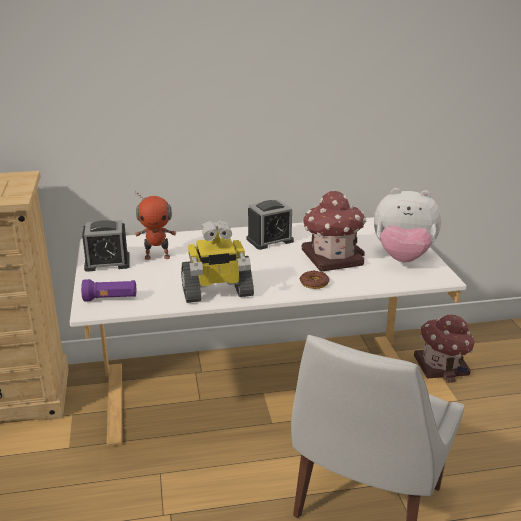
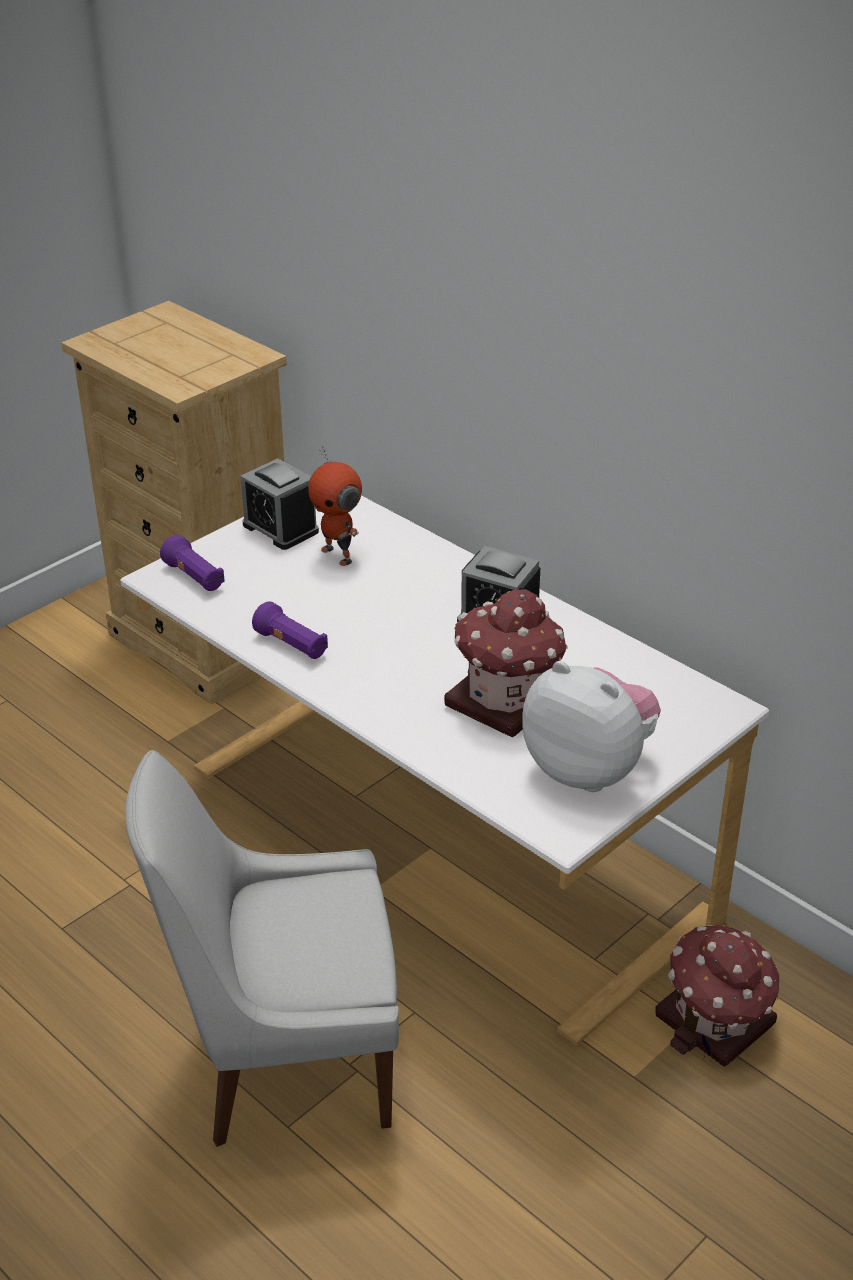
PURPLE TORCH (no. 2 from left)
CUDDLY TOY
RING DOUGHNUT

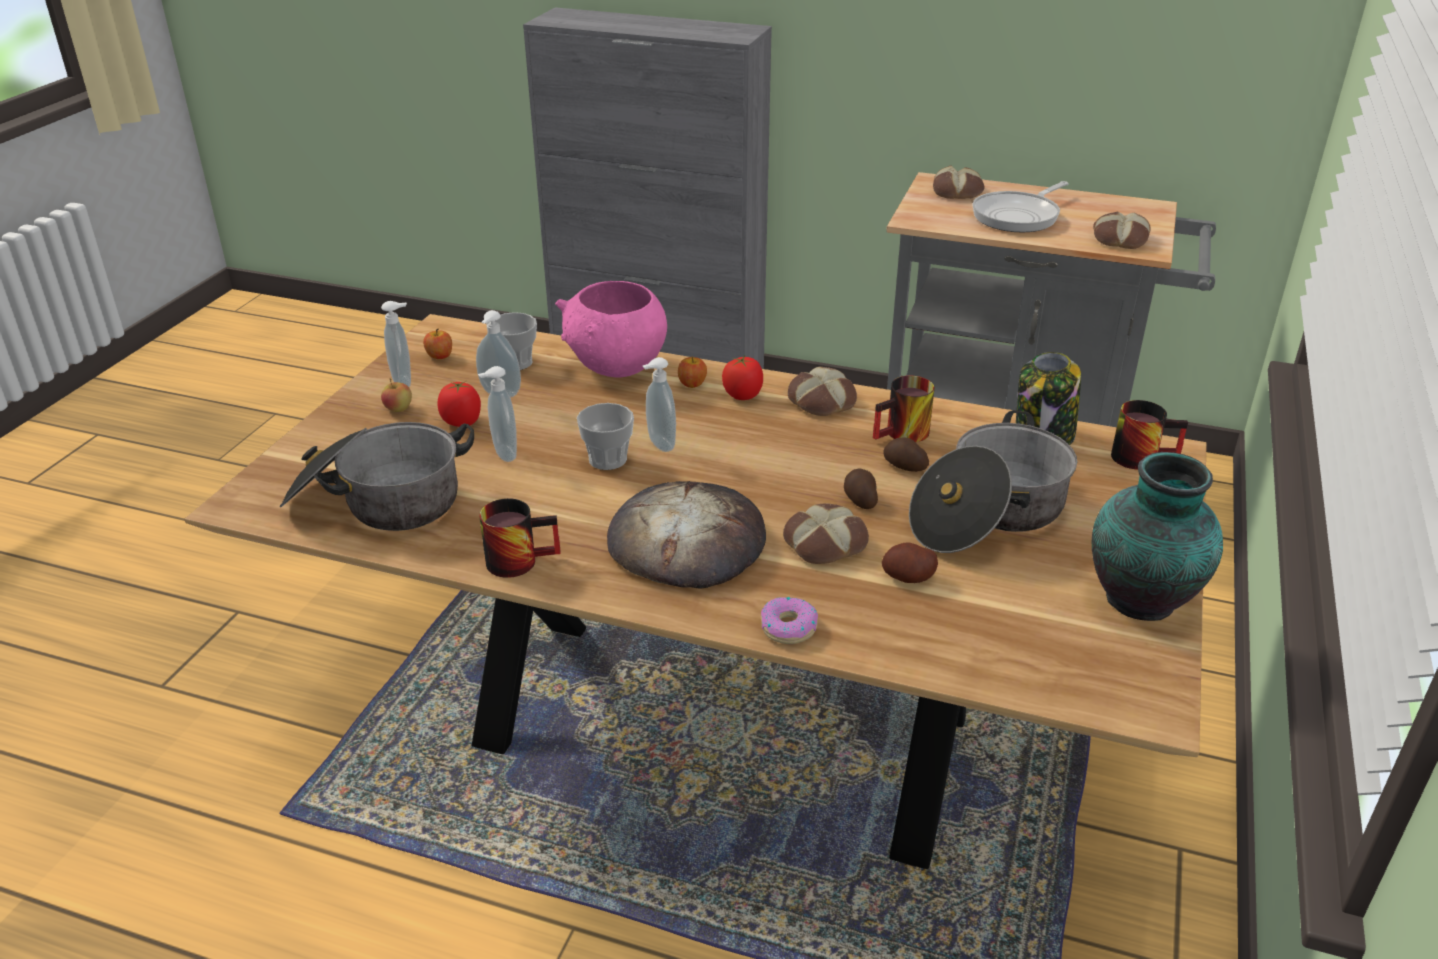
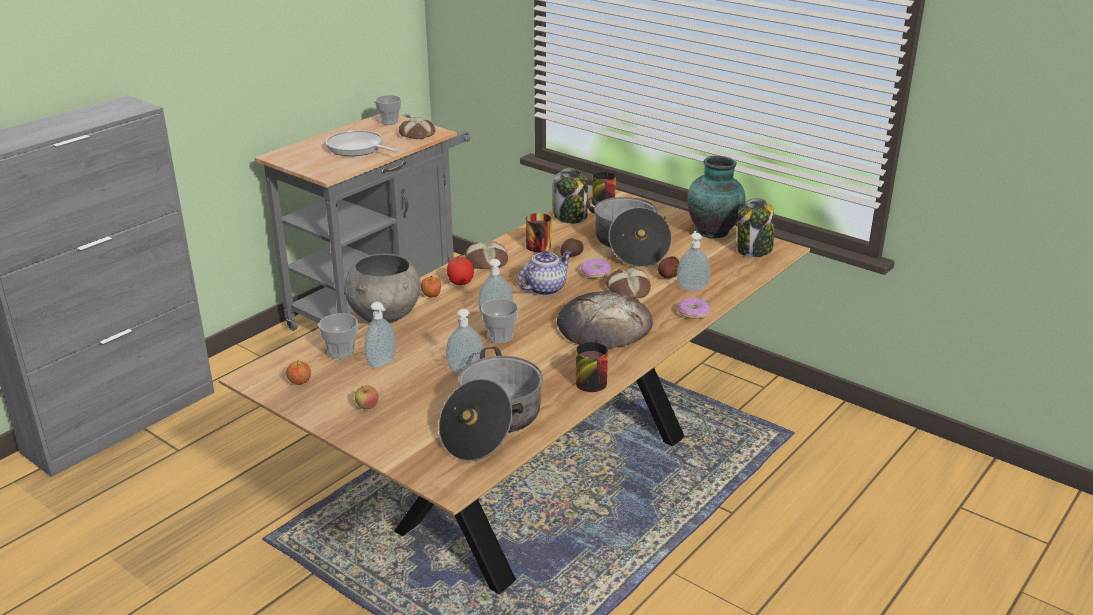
PAN
GRAY SERVING BOWL
SMALL CUP (no. 2 from left)
TEAPOT
RING DOUGHNUT (no. 1 from left)
SOAP BOTTLE (no. 4 from left)
PRESERVE JAR (no. 2 from left)
WHOLE TOMATO (no. 1 from left in the first image)
BREAD (no. 4 from left in the first image)

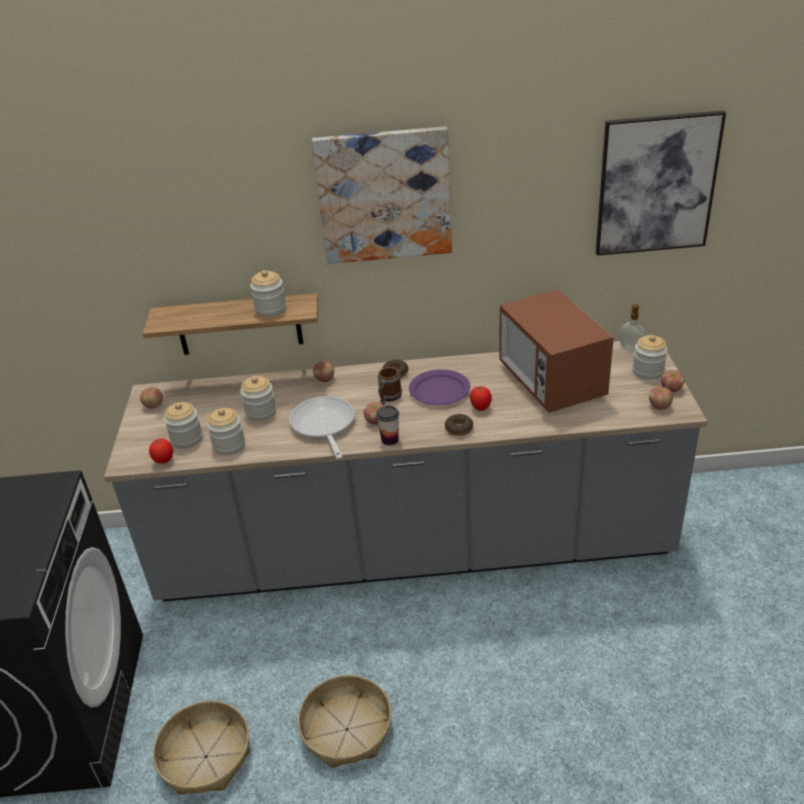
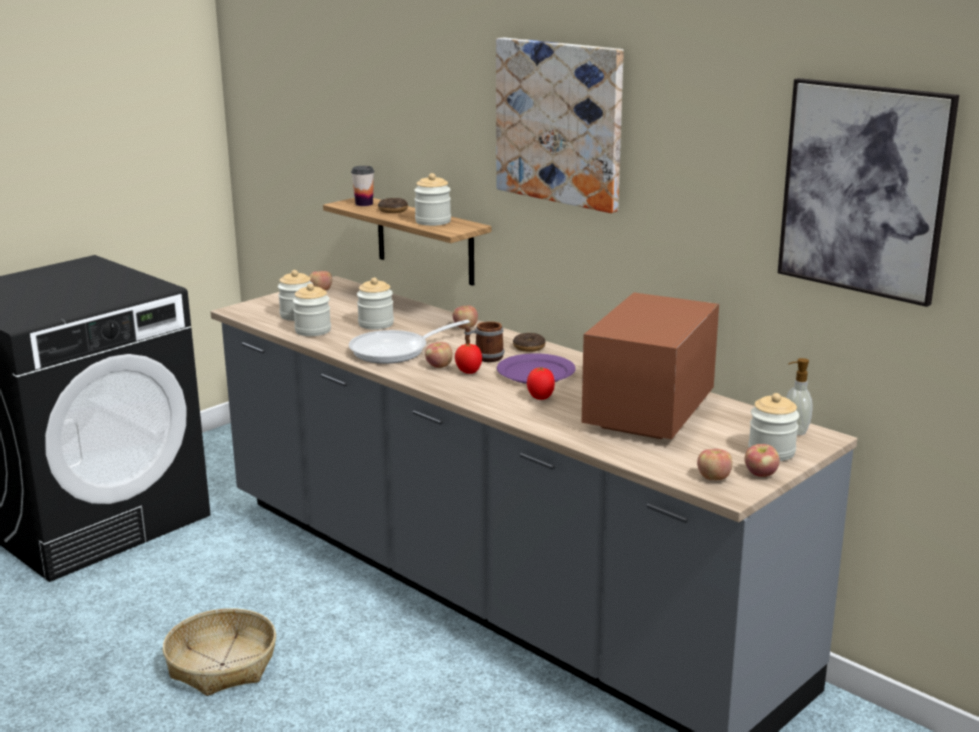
PAN
SMALL CUP
RING DOUGHNUT (no. 1 from left)
WHOLE TOMATO (no. 1 from left)
HOUSEHOLD BASKET (no. 1 from left in the first image)

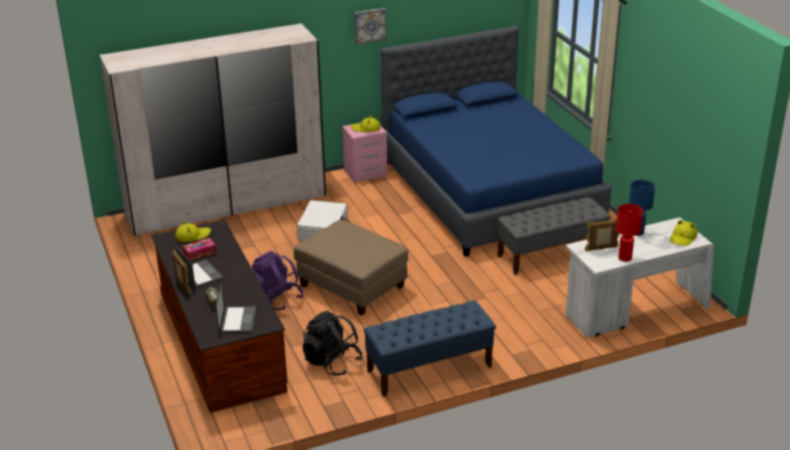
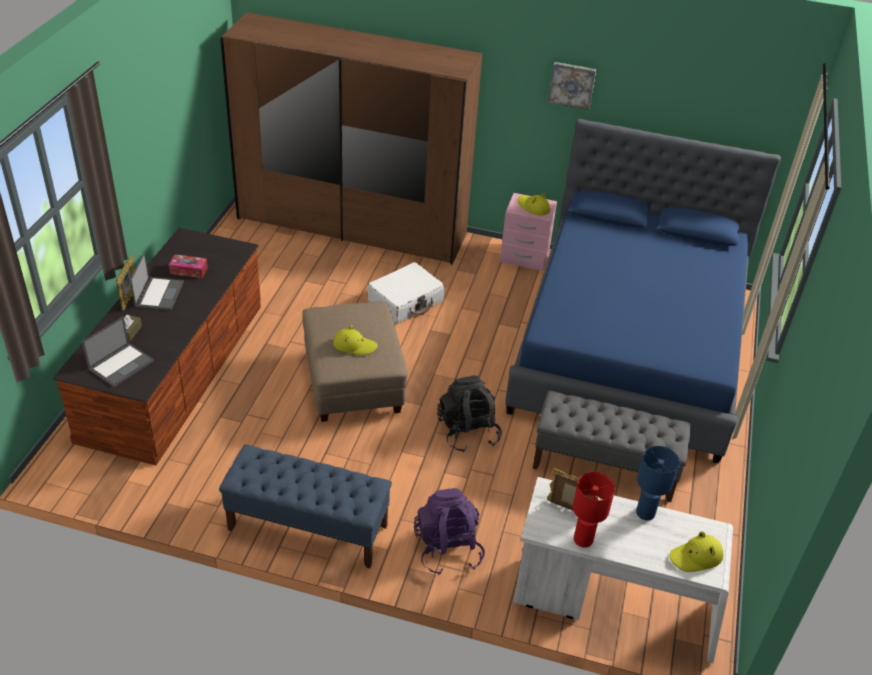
BROWN-COLOURED ARMOIRE
YELLOW HAT (no. 1 from left)
PURPLE KNAPSACK
BLACK-COLOURED KNAPSACK

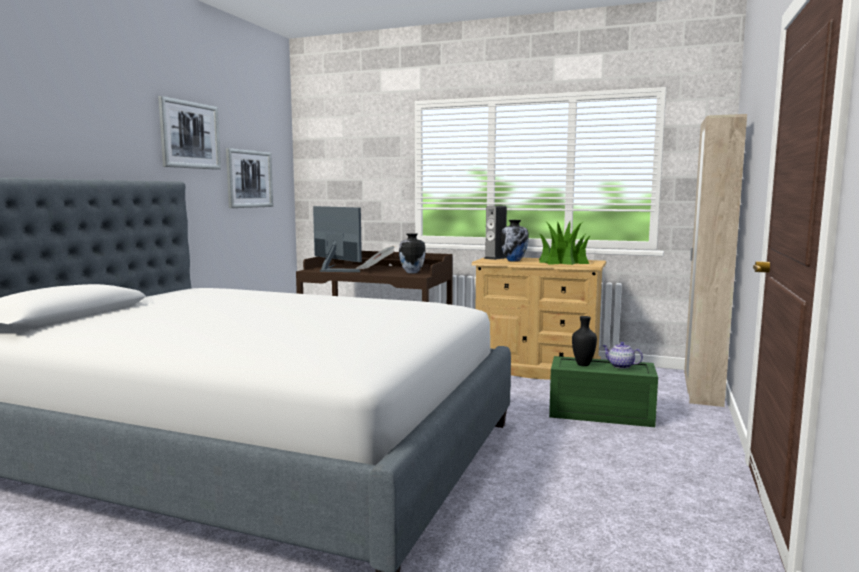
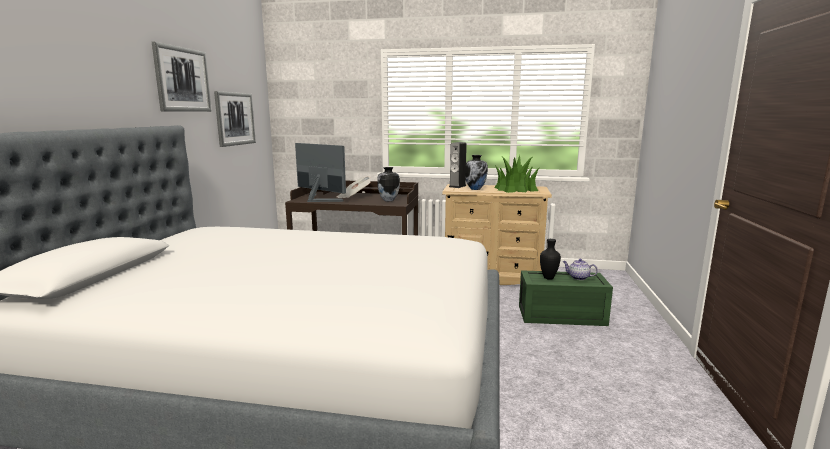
SAND-COLOURED ARMOIRE

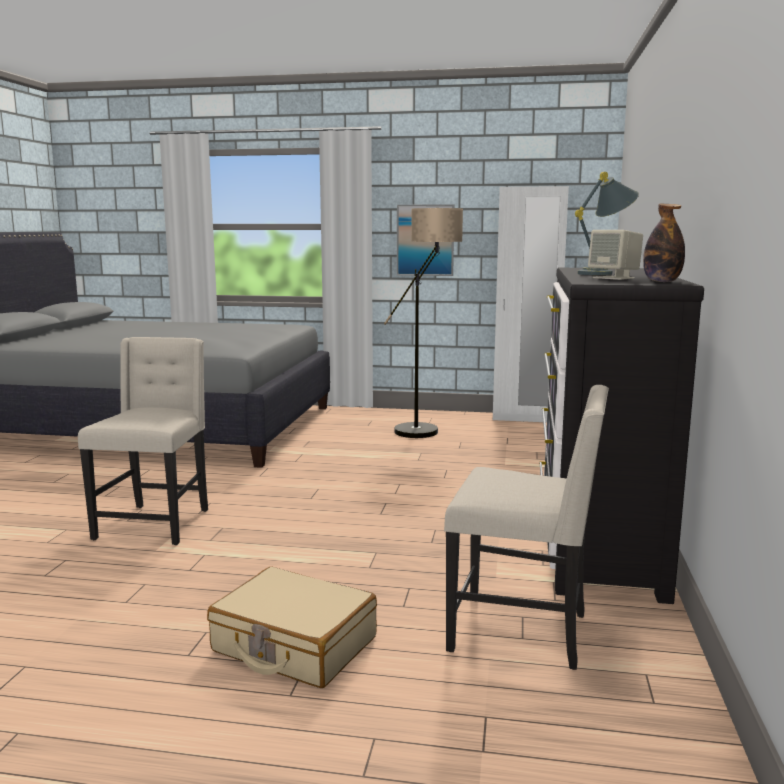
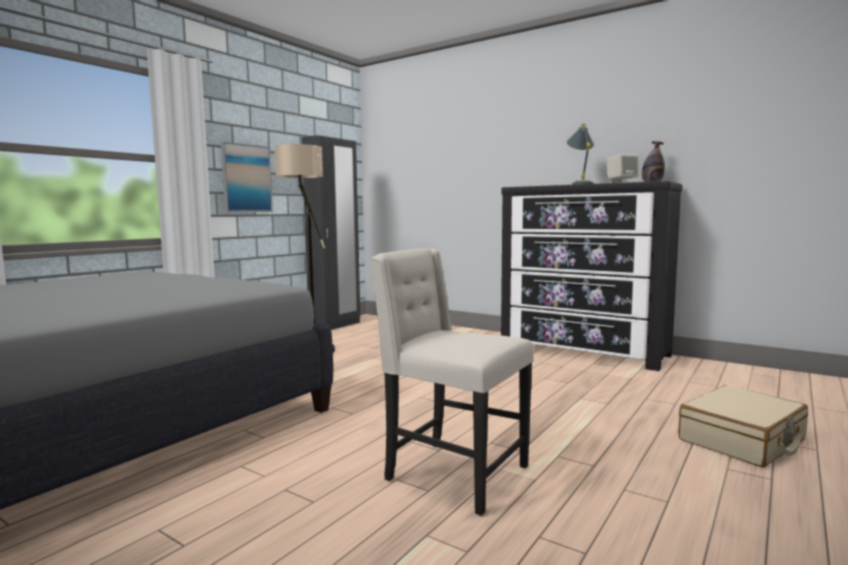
BLACK-COLOURED ARMOIRE
SAND-COLOURED UPRIGHT CHAIR (no. 2 from left in the first image)

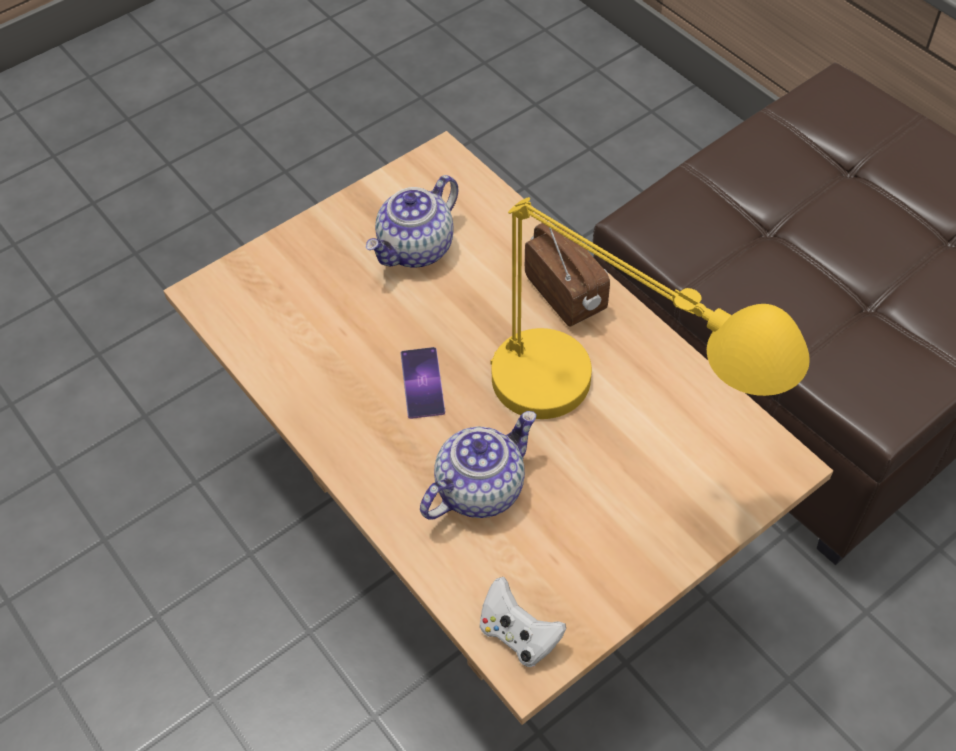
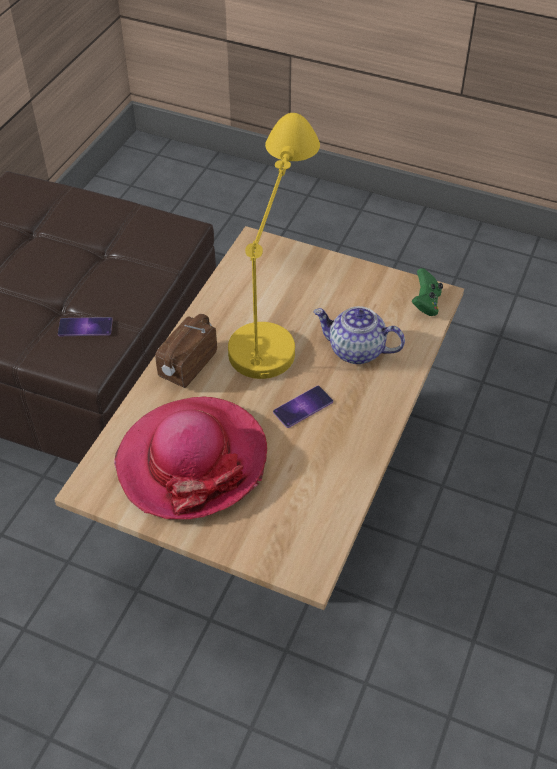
TELEPHONE (no. 1 from left)
HAT
GREEN JOYPAD

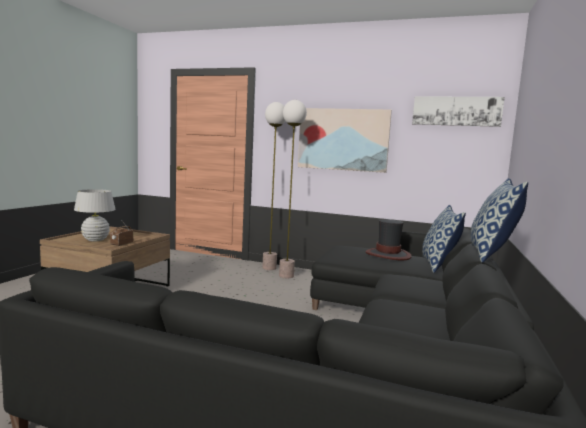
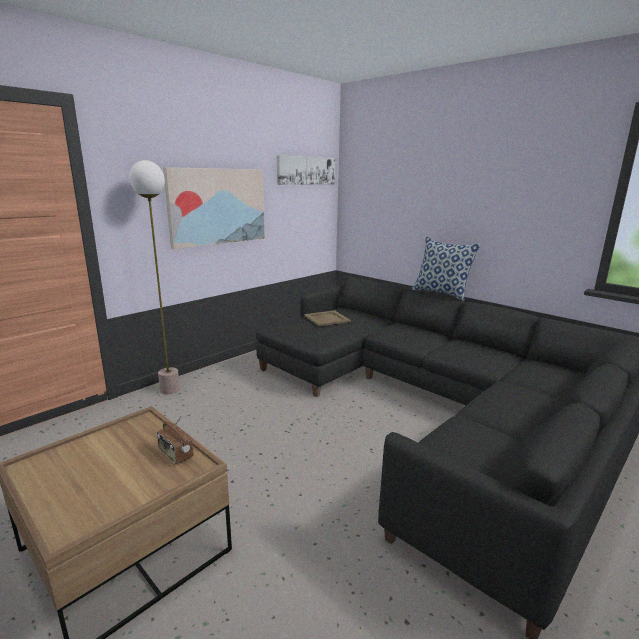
SAND-COLOURED SERVING TRAY
WHITE-COLOURED TABLETOP LAMP
STANDING LAMP (no. 2 from left in the first image)
CUSHION (no. 1 from left in the first image)

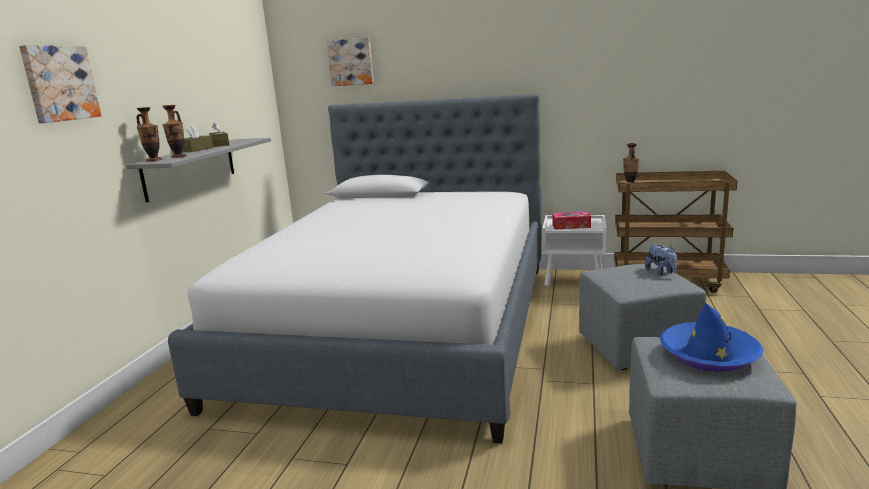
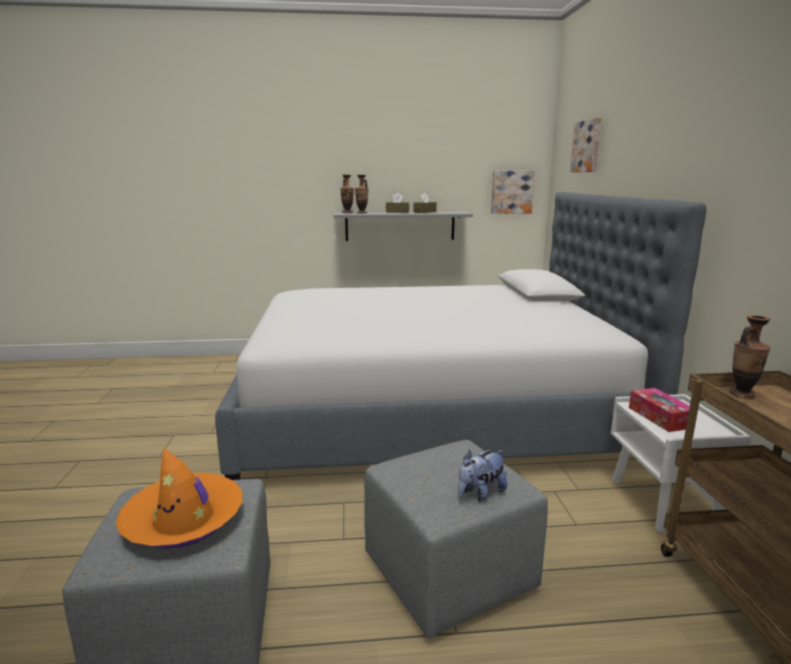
ORANGEY HAT
WALL PICTURE (no. 1 from left)

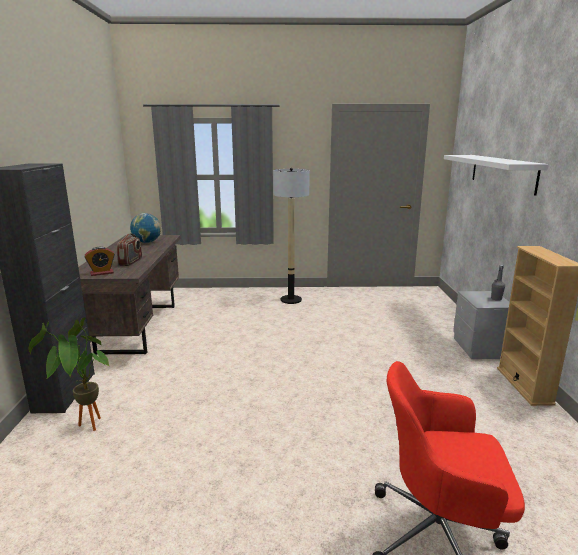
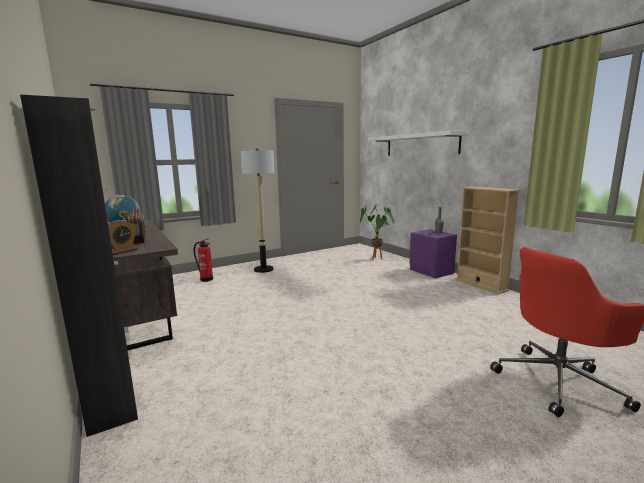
FIRE EXTINGUISHER
HOUSEPLANT
PURPLE BEDSIDE TABLE

